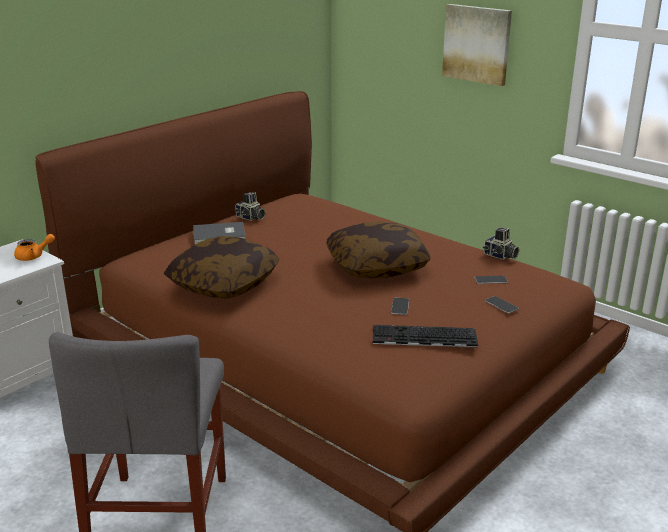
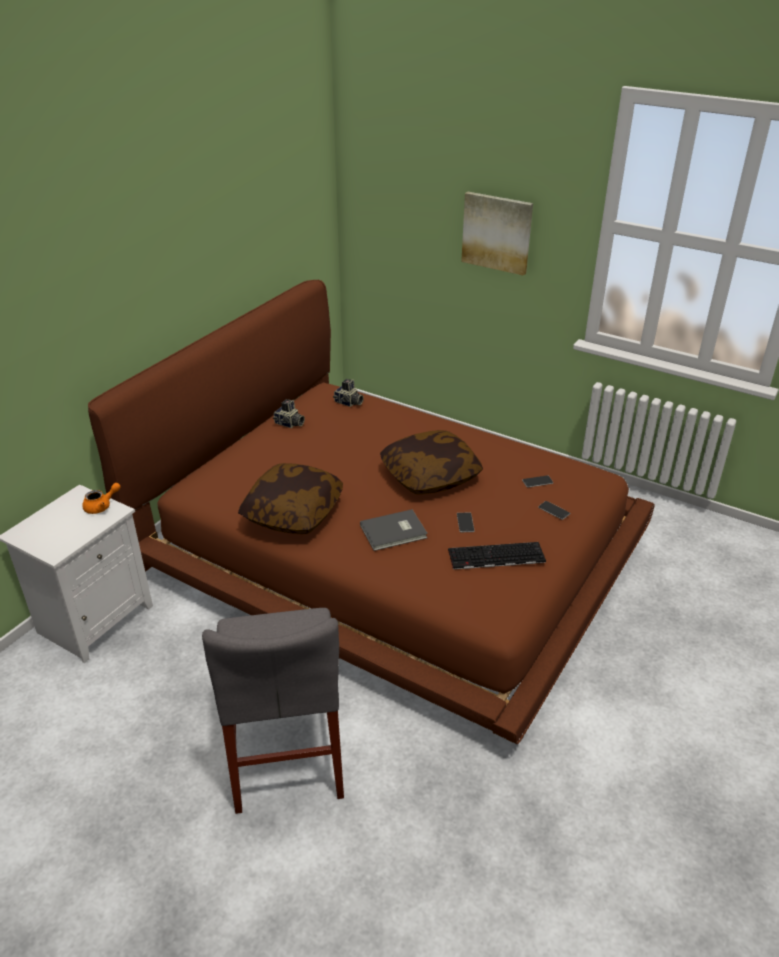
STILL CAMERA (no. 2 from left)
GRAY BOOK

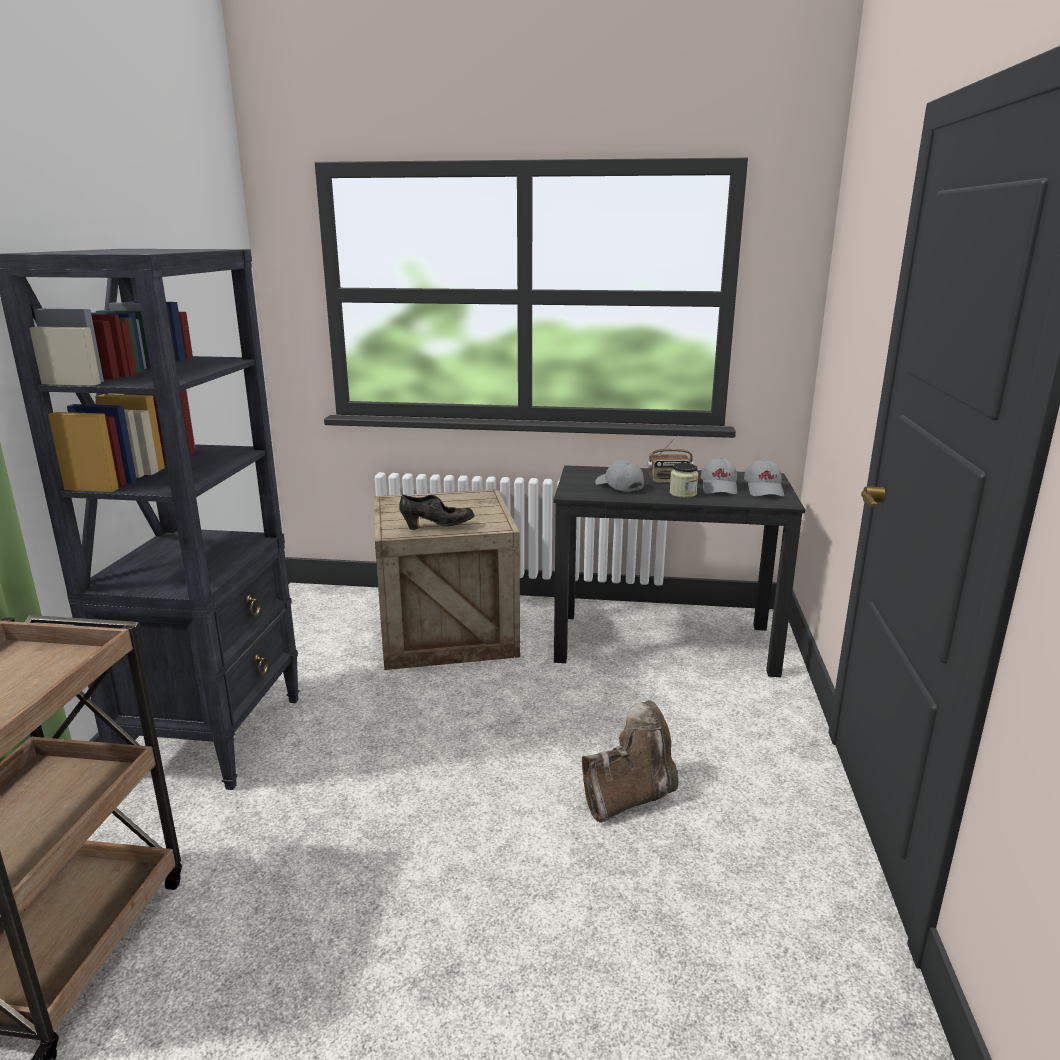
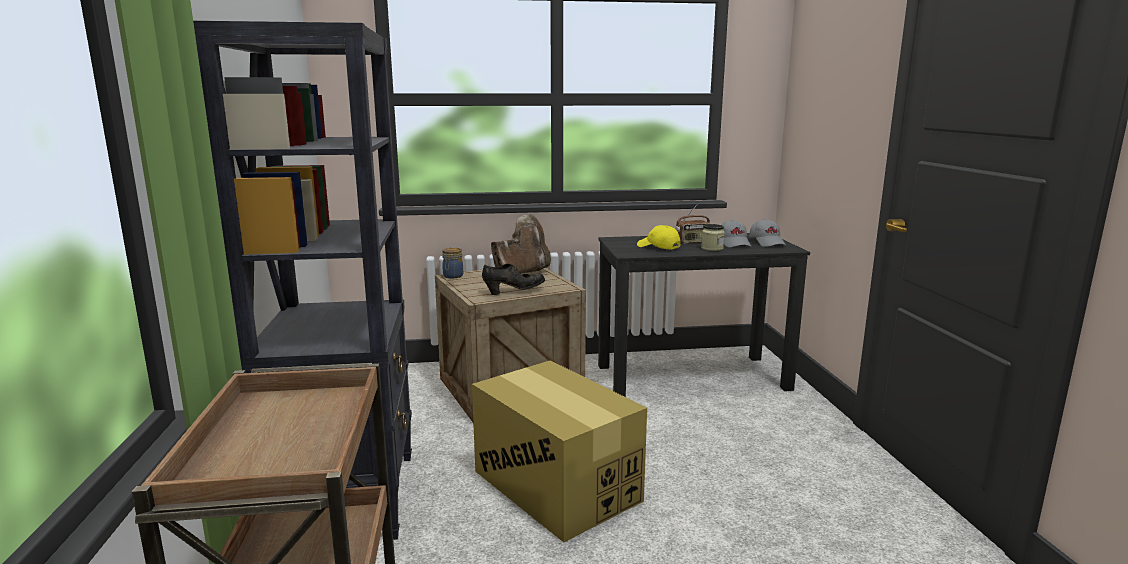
PRESERVE JAR (no. 1 from left)
PACKING BOX
BROWN-COLOURED BOOT
YELLOW CAP

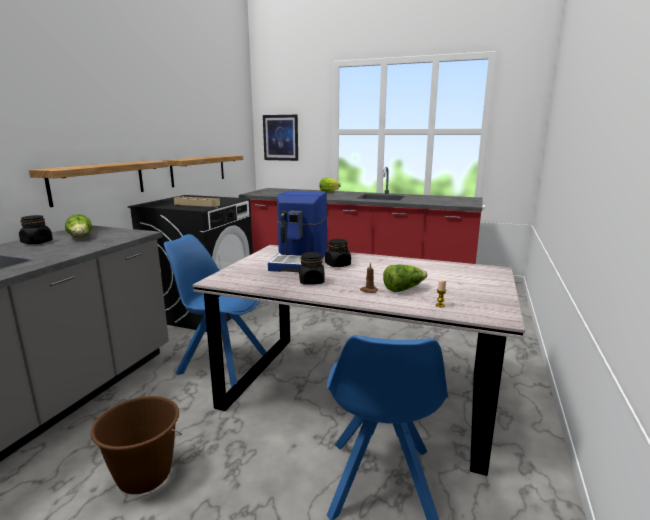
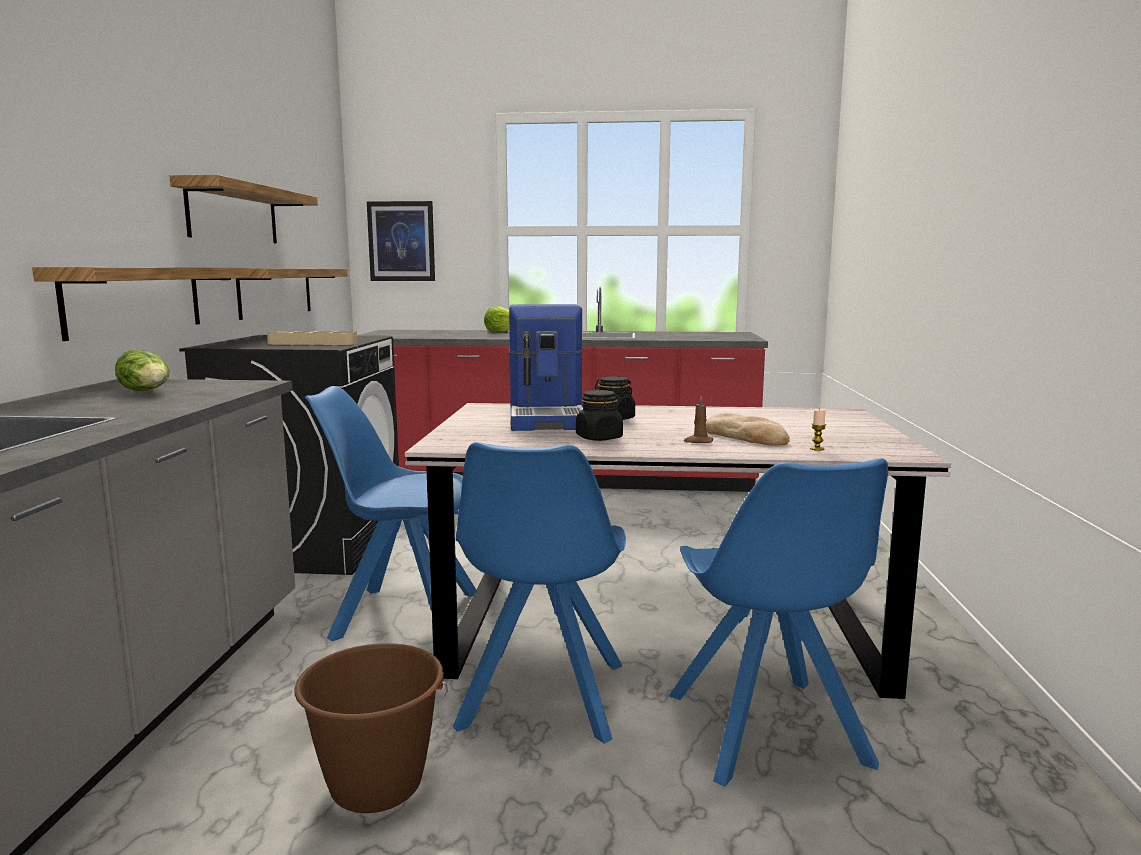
BRACKET SHELF (no. 2 from left)
BLUE-COLOURED UPRIGHT CHAIR (no. 2 from left)
BREAD
BLACK-COLOURED PRESERVE JAR (no. 1 from left in the first image)

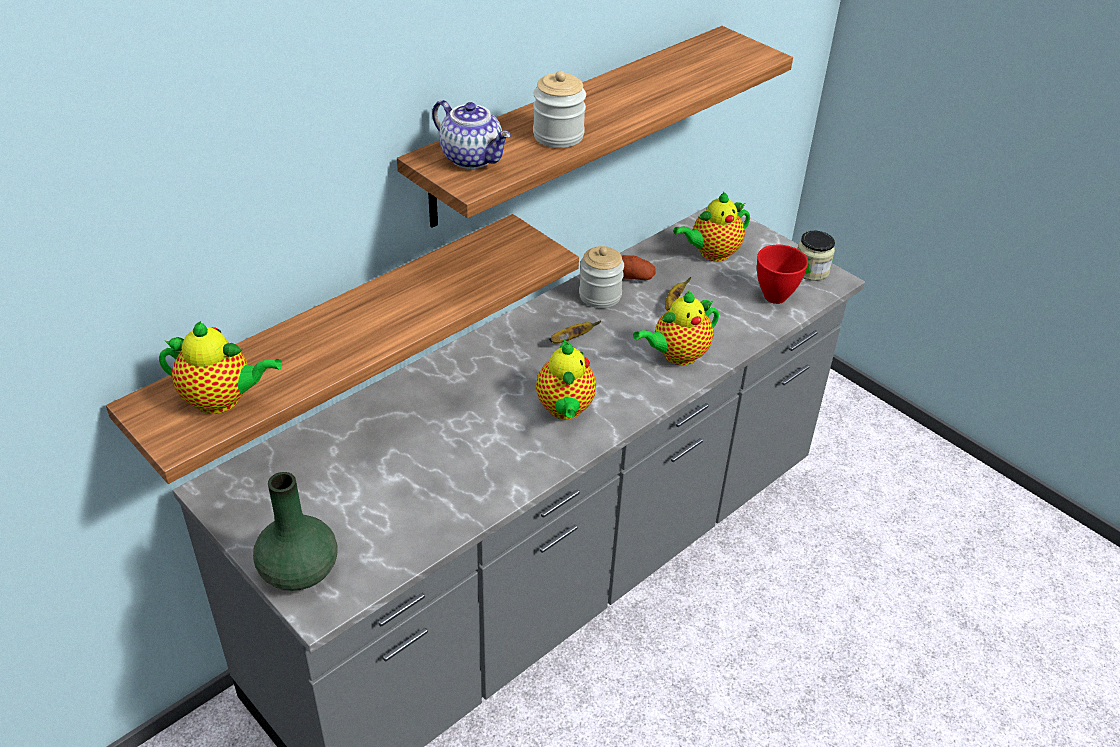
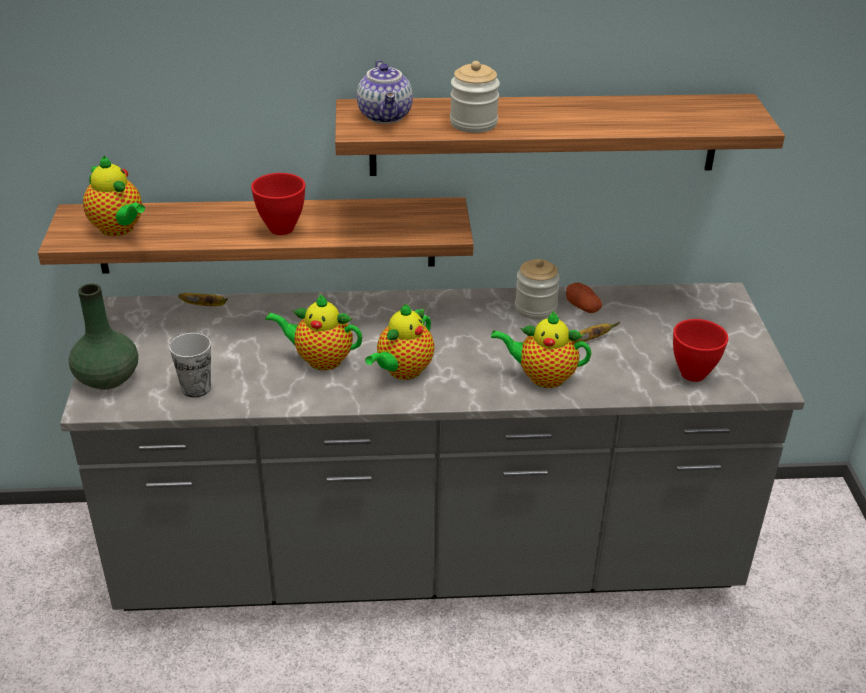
SMALL CUP
BANANA (no. 1 from left)
RED SERVING BOWL (no. 1 from left)
TEAPOT (no. 2 from left)
PRESERVE JAR (no. 3 from left in the first image)

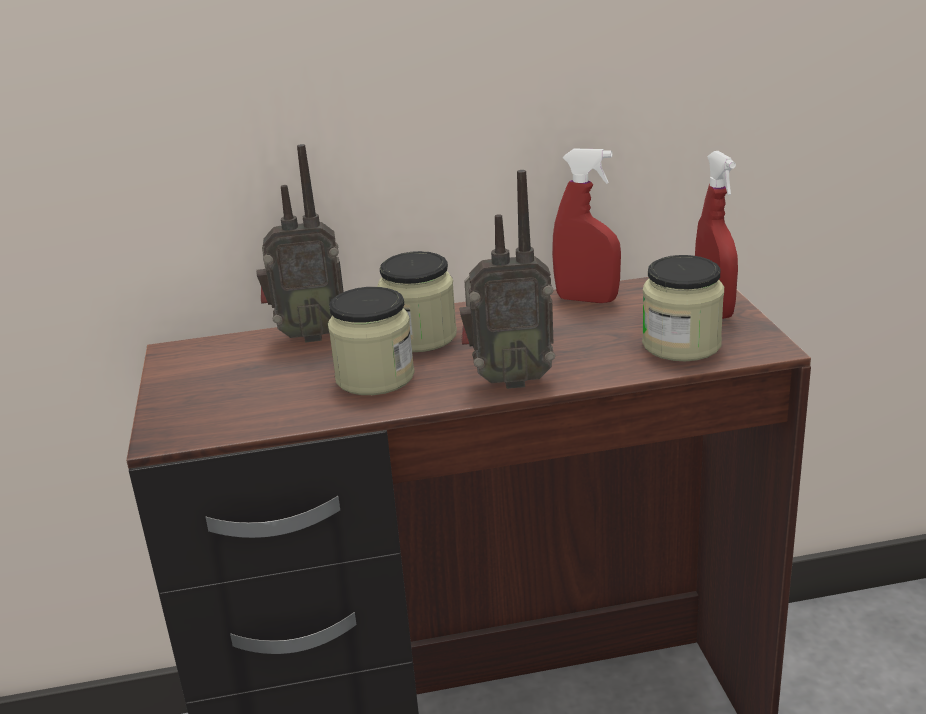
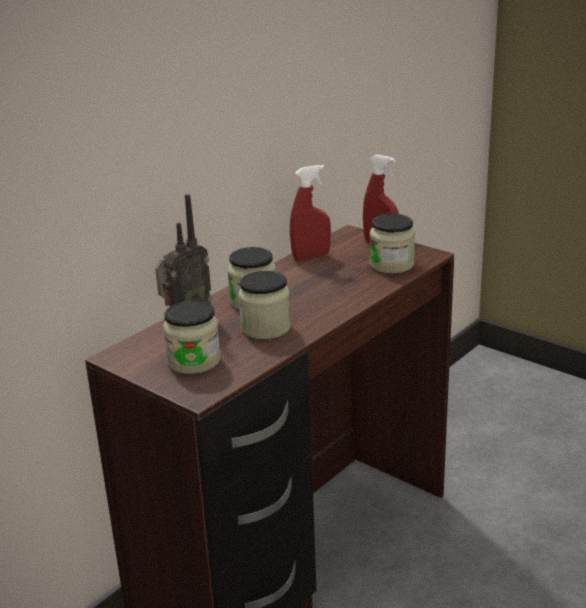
PRESERVE JAR (no. 1 from left)
RADIO (no. 2 from left in the first image)

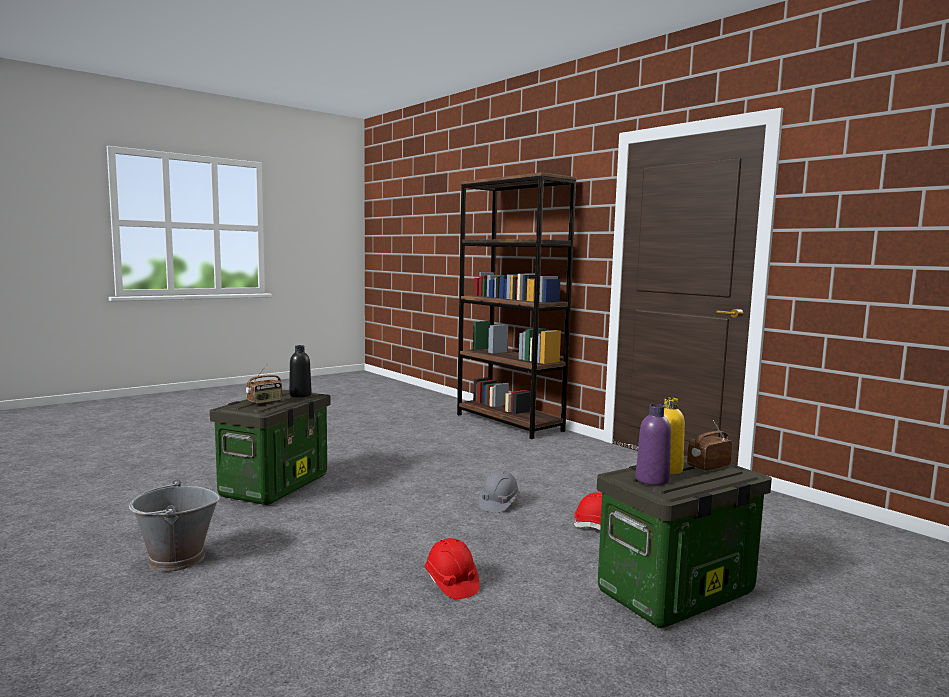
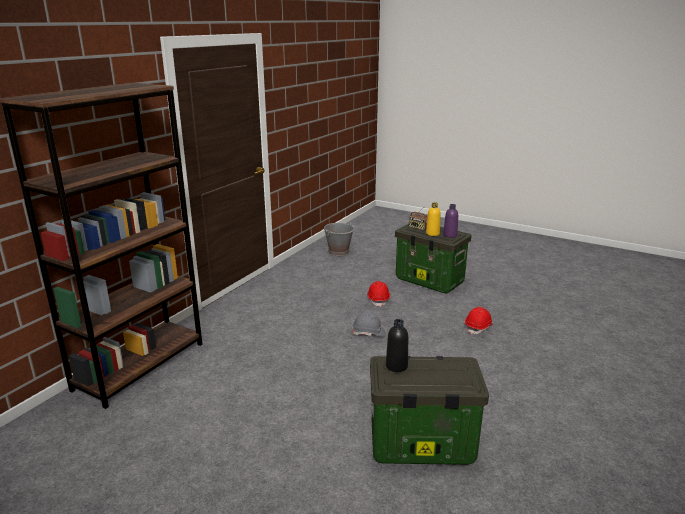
GRAY WATER BUCKET
RADIO (no. 1 from left in the first image)

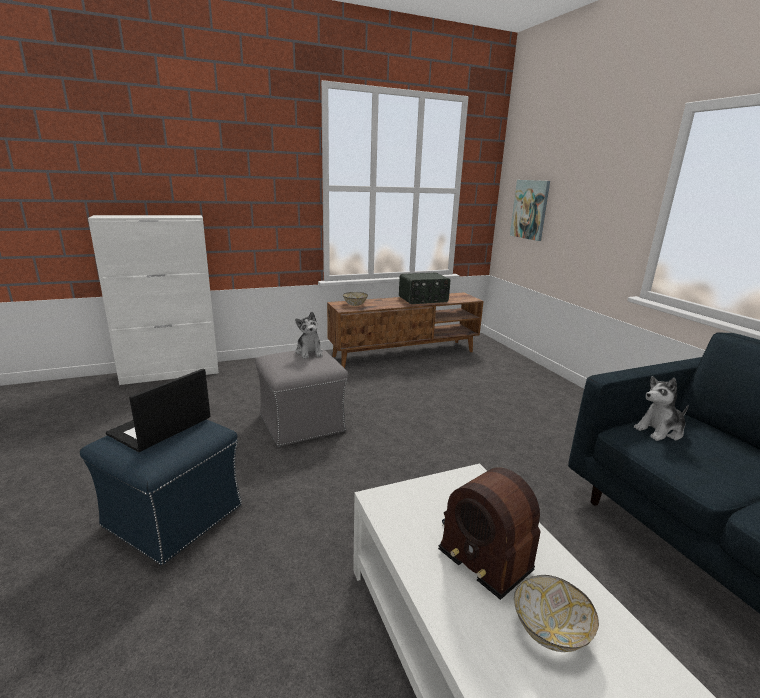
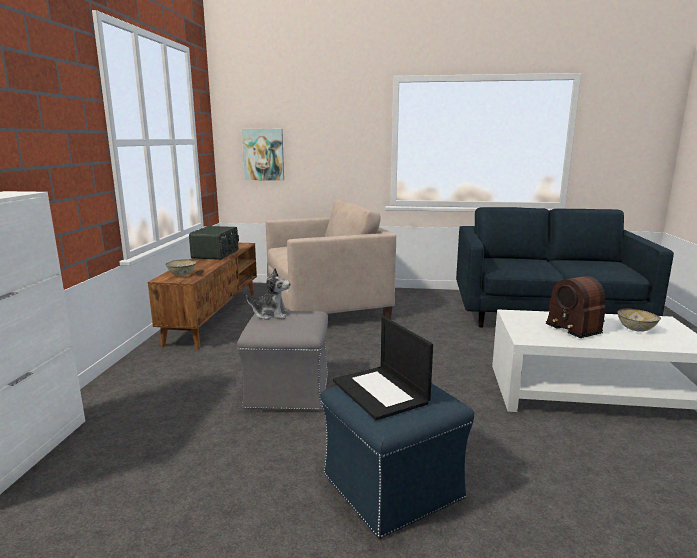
SAND-COLOURED ARMCHAIR
RADIO (no. 2 from left)
CUDDLY TOY (no. 2 from left in the first image)

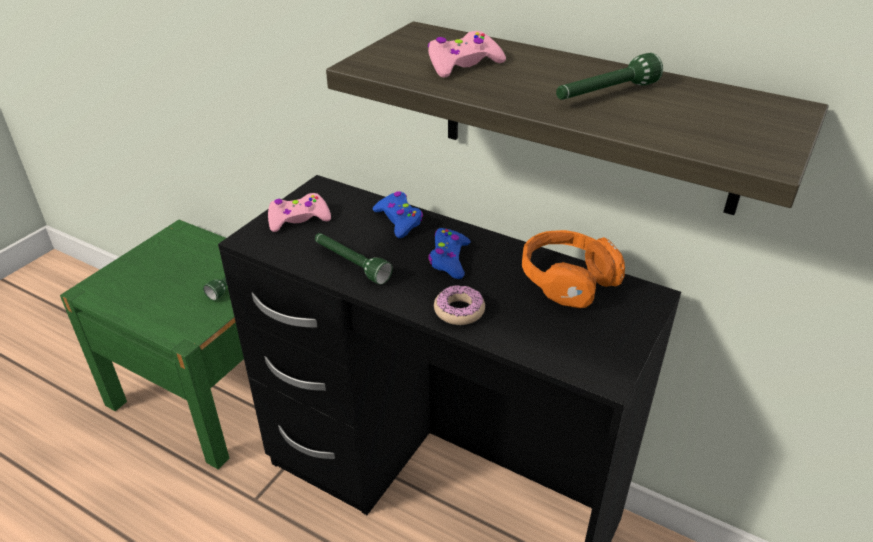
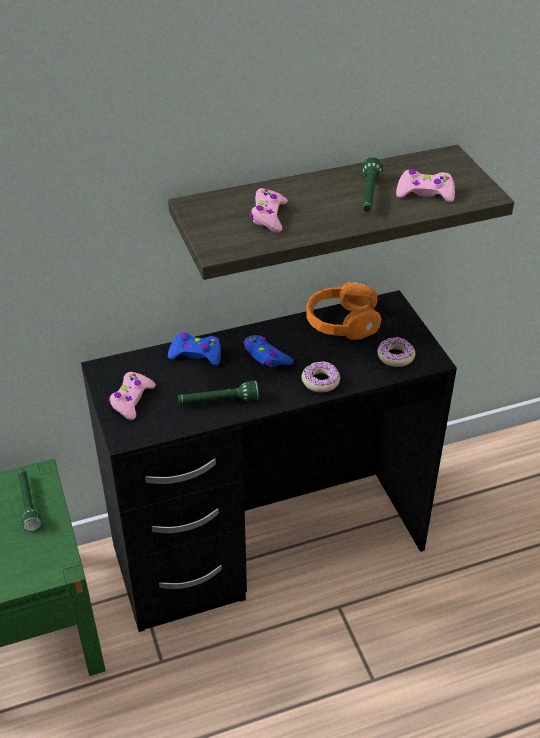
RING DOUGHNUT (no. 2 from left)
PINK-COLOURED JOYPAD (no. 3 from left)

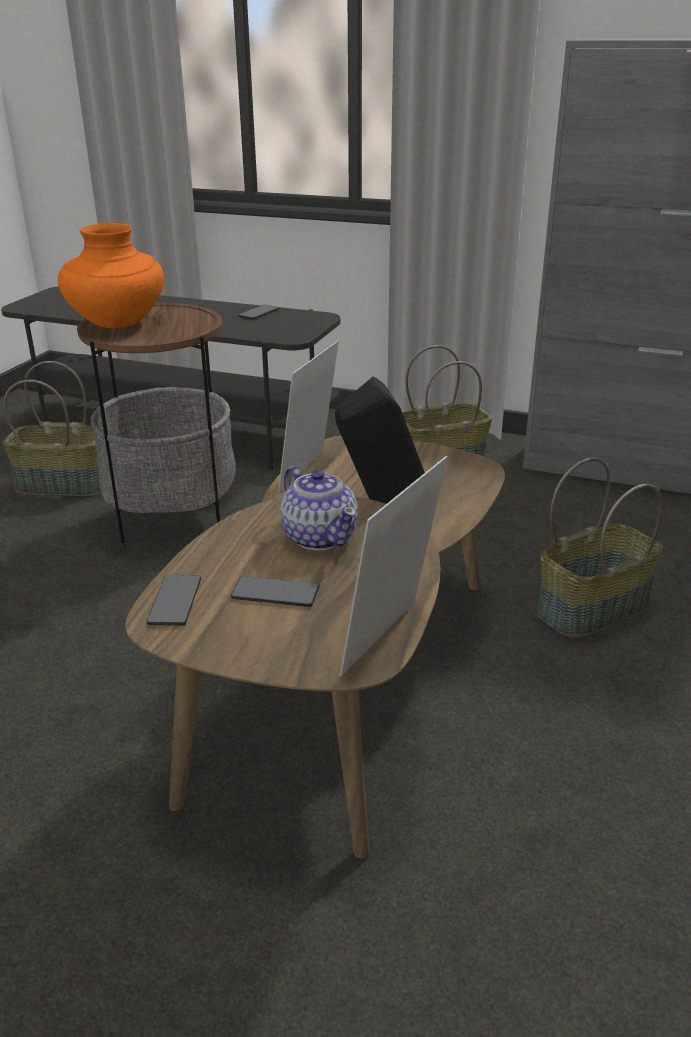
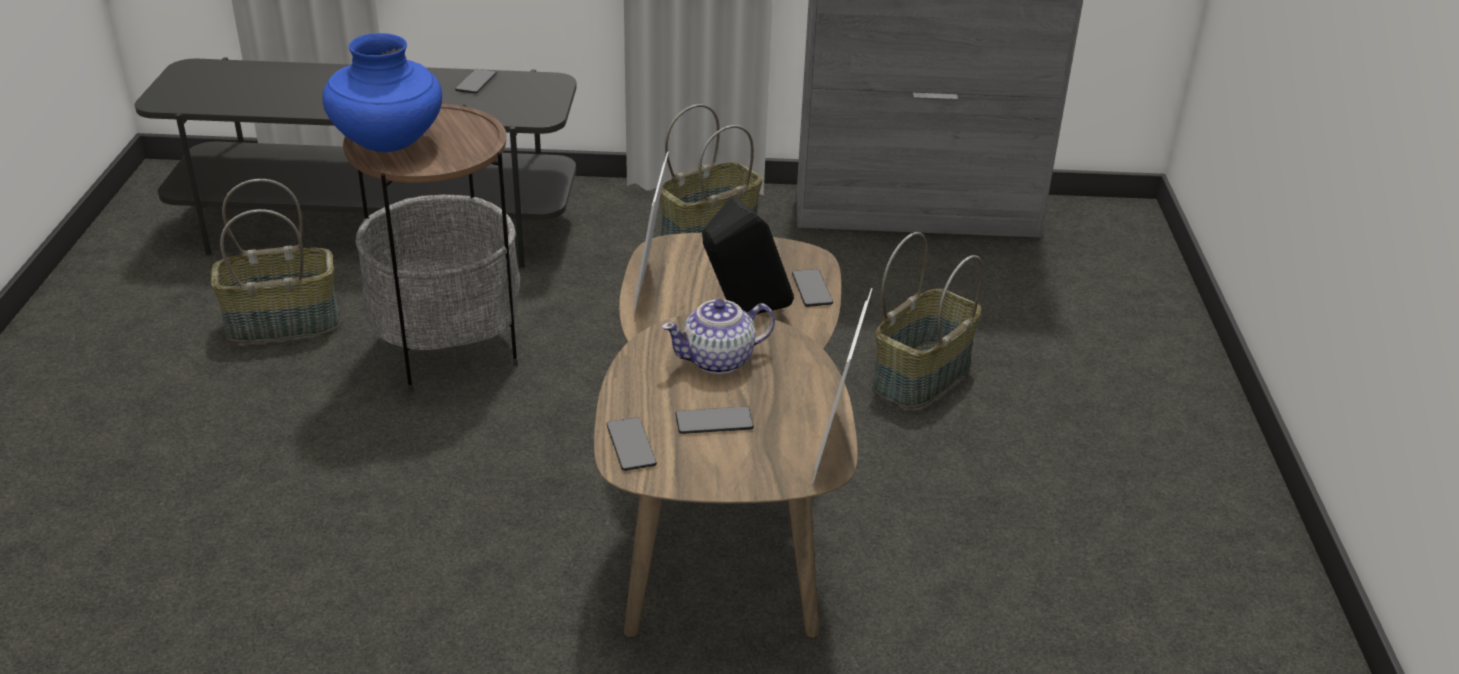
BLUE-COLOURED VASE
TEAPOT
TELEPHONE (no. 4 from left)

